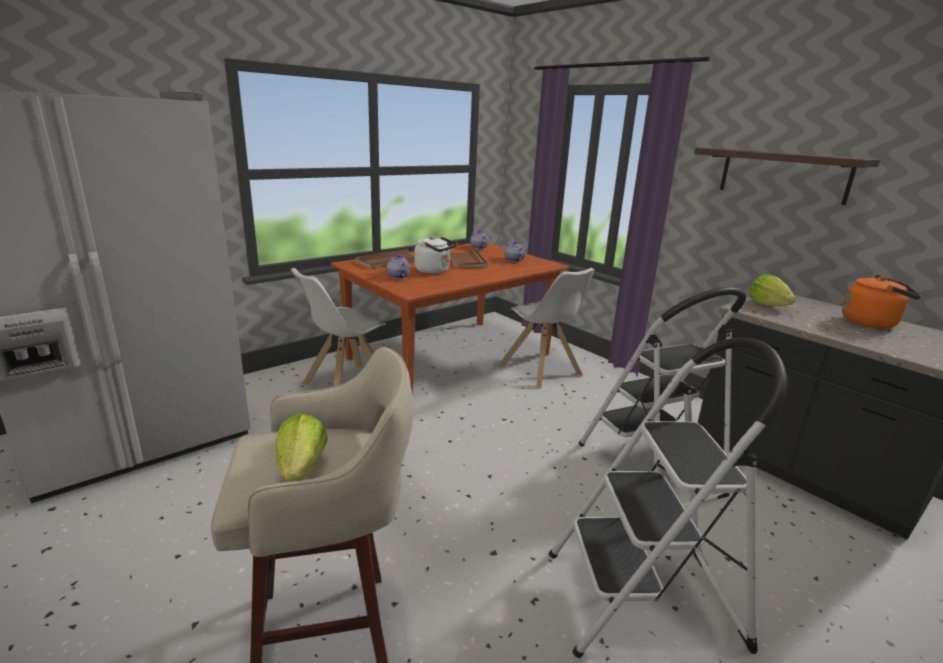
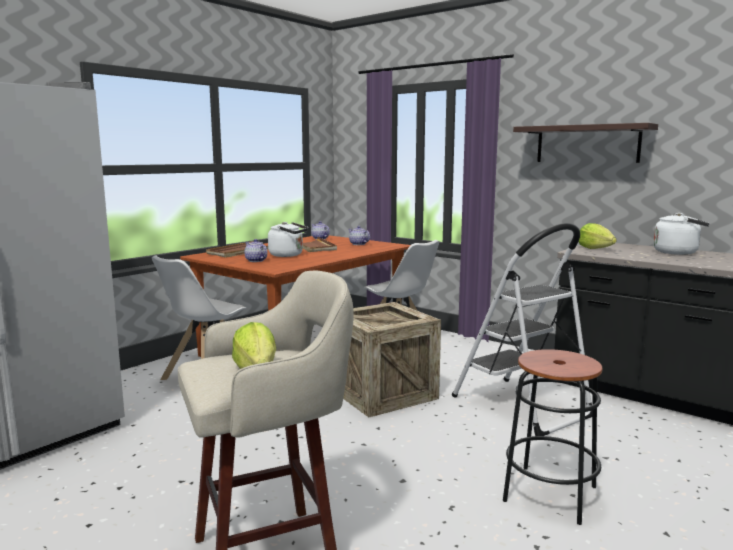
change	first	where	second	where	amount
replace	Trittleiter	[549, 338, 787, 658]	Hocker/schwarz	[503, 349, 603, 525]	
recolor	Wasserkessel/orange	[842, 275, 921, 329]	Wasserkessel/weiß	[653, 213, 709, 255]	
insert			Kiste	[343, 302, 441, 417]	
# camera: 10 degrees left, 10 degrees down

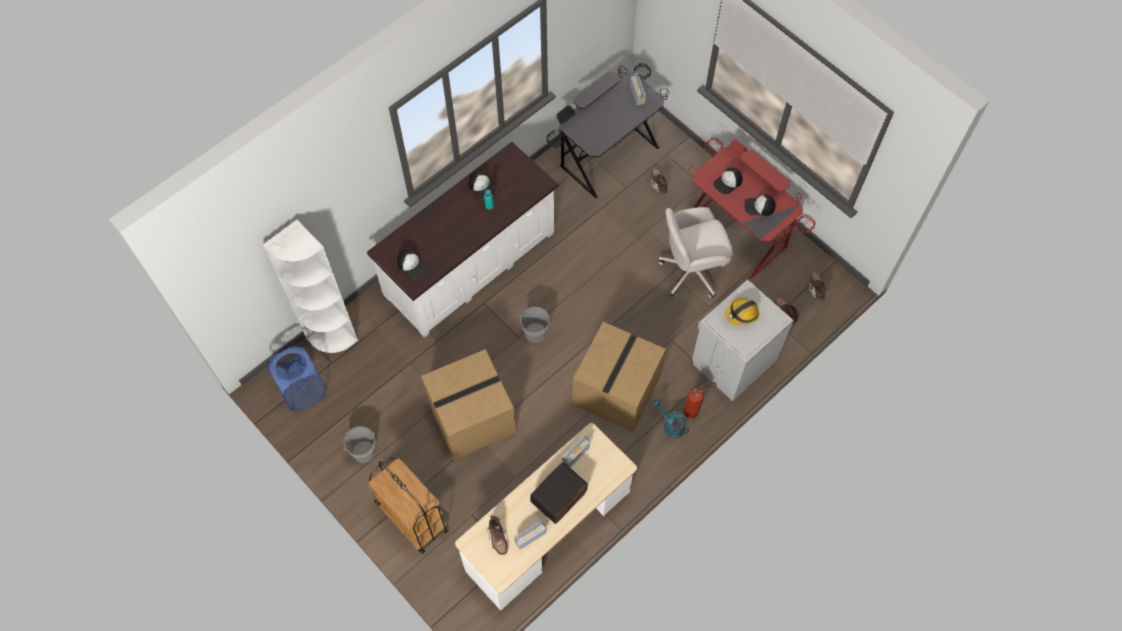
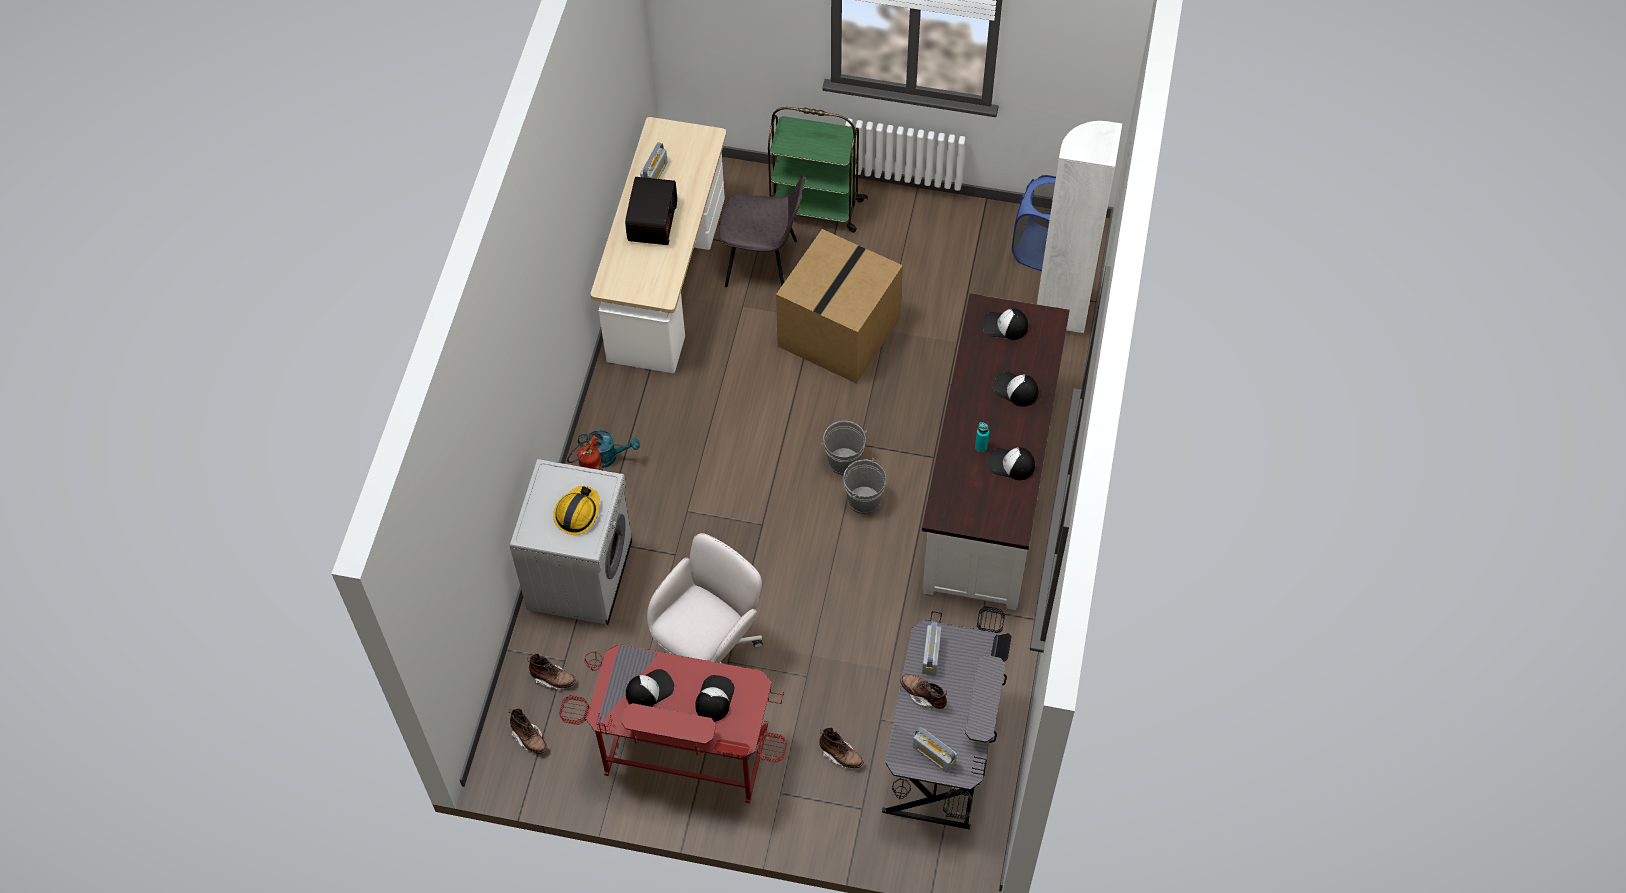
change	first	where	second	where	amount
move	Eimer/grau	[344, 426, 376, 463]		[843, 458, 886, 514]	
recolor	Rollwagen/braun	[369, 458, 448, 554]	Rollwagen/grün	[768, 107, 868, 233]	
move	Stiefel/braun	[486, 515, 508, 555]		[900, 674, 947, 709]	
move	Radio	[562, 436, 590, 467]		[922, 622, 942, 675]	
delete	Karton	[573, 322, 666, 432]			
insert			Stuhl/grau	[718, 175, 805, 287]	
insert			Kappe	[993, 372, 1038, 407]	
# camera: 145 degrees right, 5 degrees down

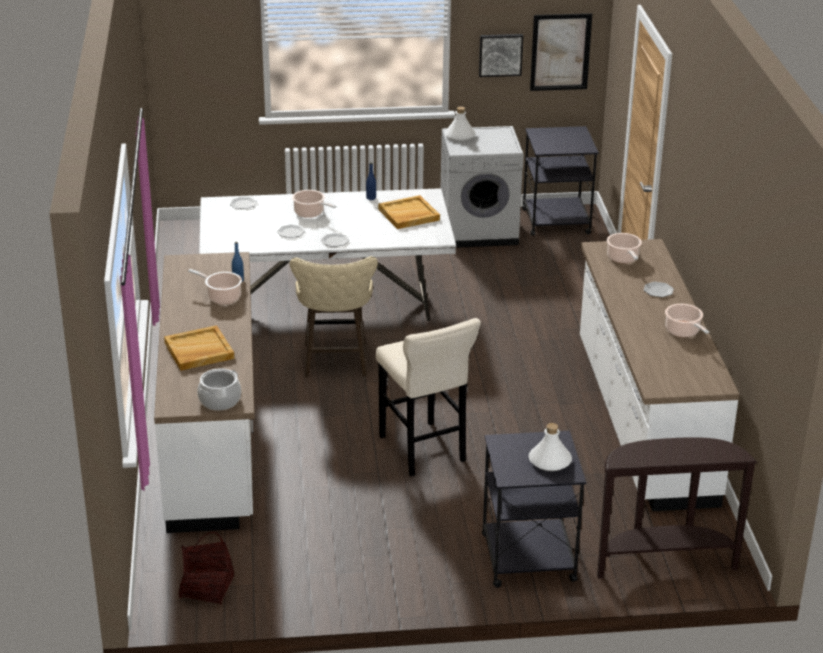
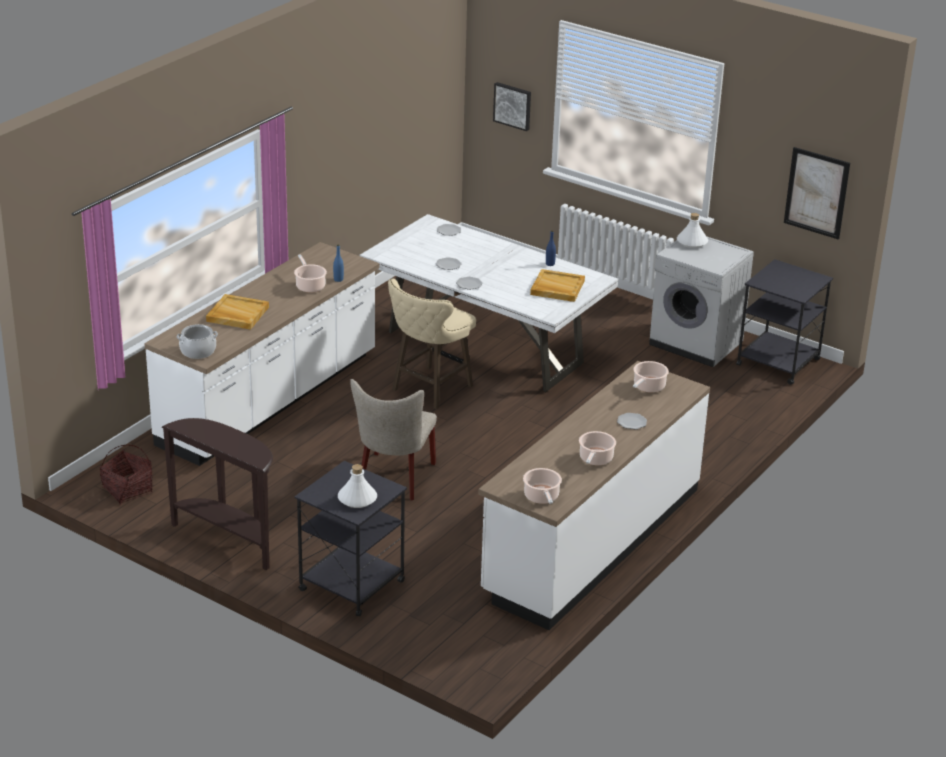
change	first	where	second	where	amount
move	Kochtopf	[292, 190, 337, 218]		[523, 468, 562, 504]	
replace	Hocker/beige	[376, 318, 481, 476]	Stuhl/beige	[350, 379, 437, 501]	
move	Bild	[479, 34, 523, 77]		[493, 82, 531, 131]	
move	Konsolentisch/braun	[597, 437, 758, 579]		[162, 418, 273, 570]	
# camera: 40 degrees right, 0 degrees up

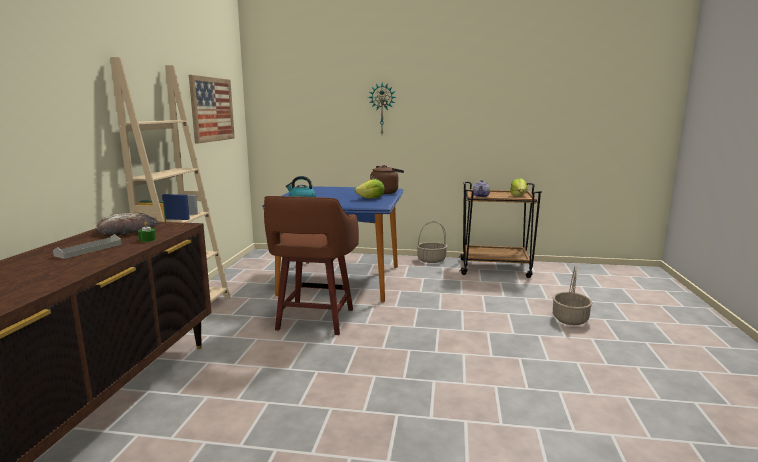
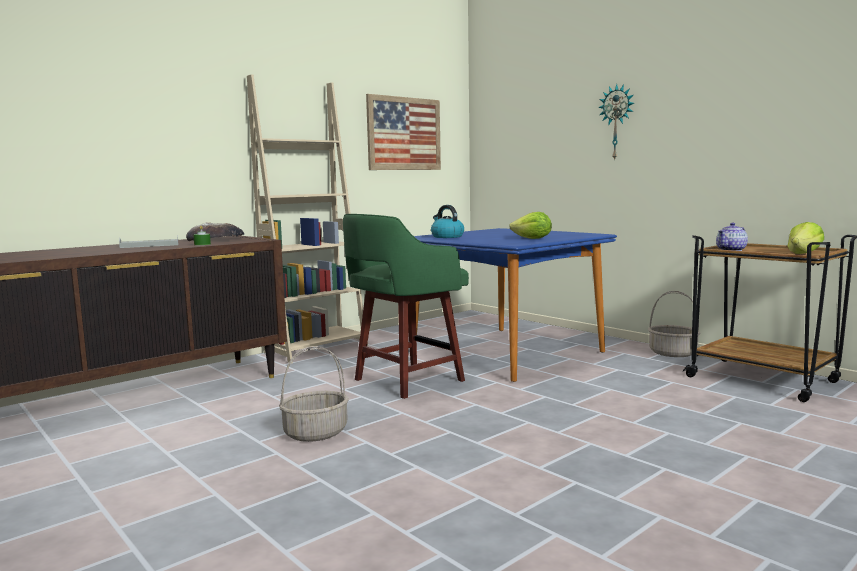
change	first	where	second	where	amount
recolor	Hocker/braun	[264, 196, 359, 335]	Hocker/grün	[343, 214, 469, 399]	
delete	Wasserkessel/braun	[370, 165, 404, 194]			
move	Korb	[553, 266, 592, 325]		[279, 346, 349, 442]	
# camera: 40 degrees right, 5 degrees down

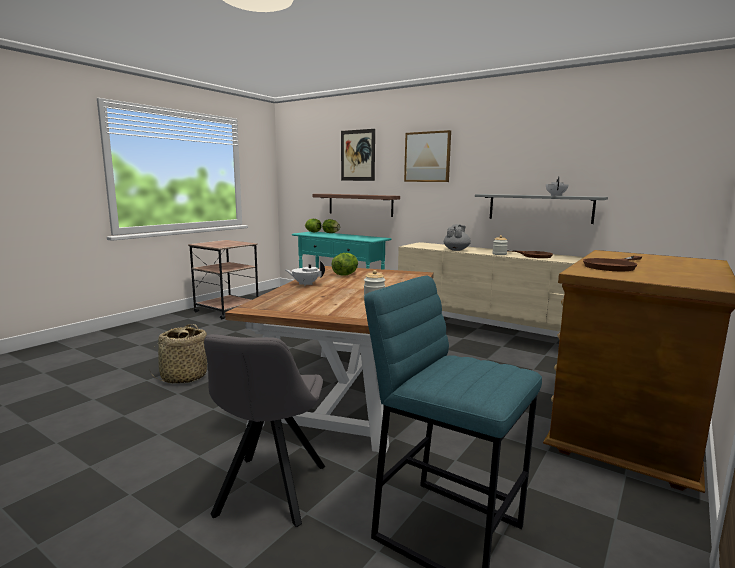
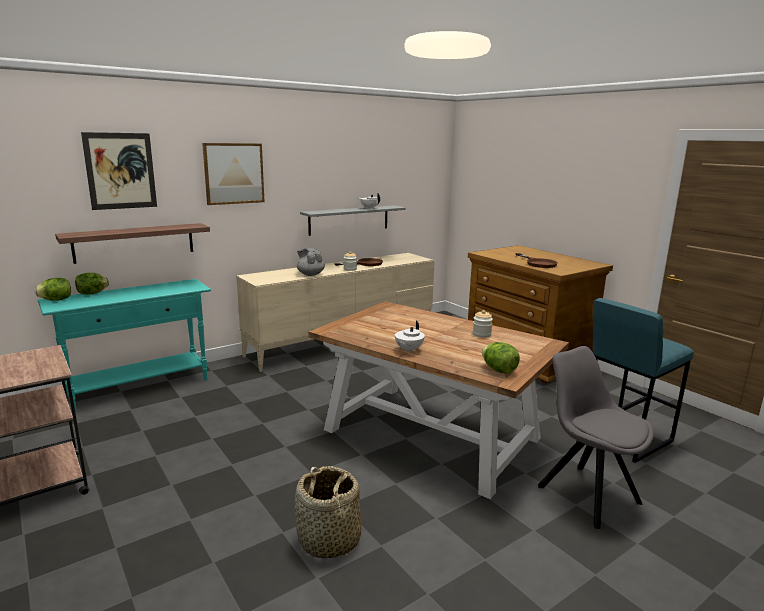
change	first	where	second	where	amount
rotate	Stuhl/grau	[204, 334, 325, 527]		[538, 346, 654, 529]	150 degrees counterclockwise
move	Salatkopf	[332, 253, 358, 276]		[482, 342, 520, 374]	
# camera: 70 degrees left, 5 degrees up

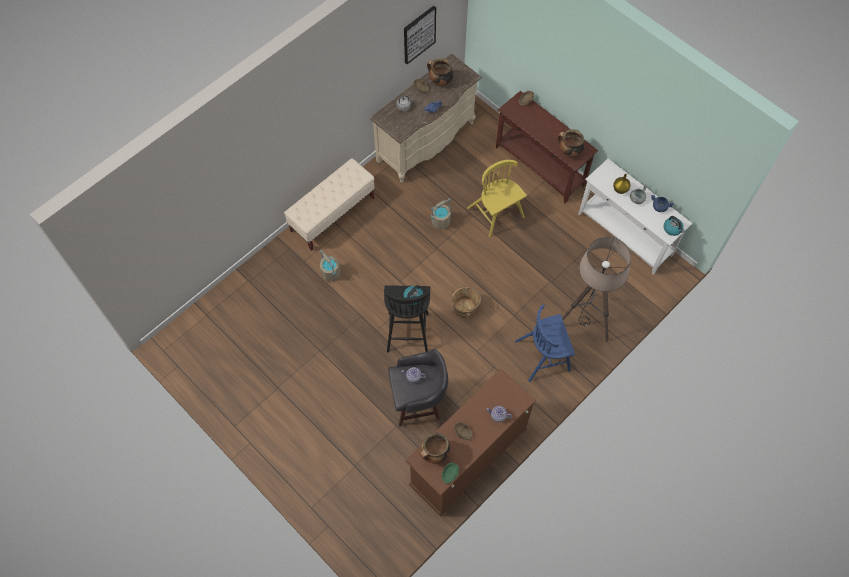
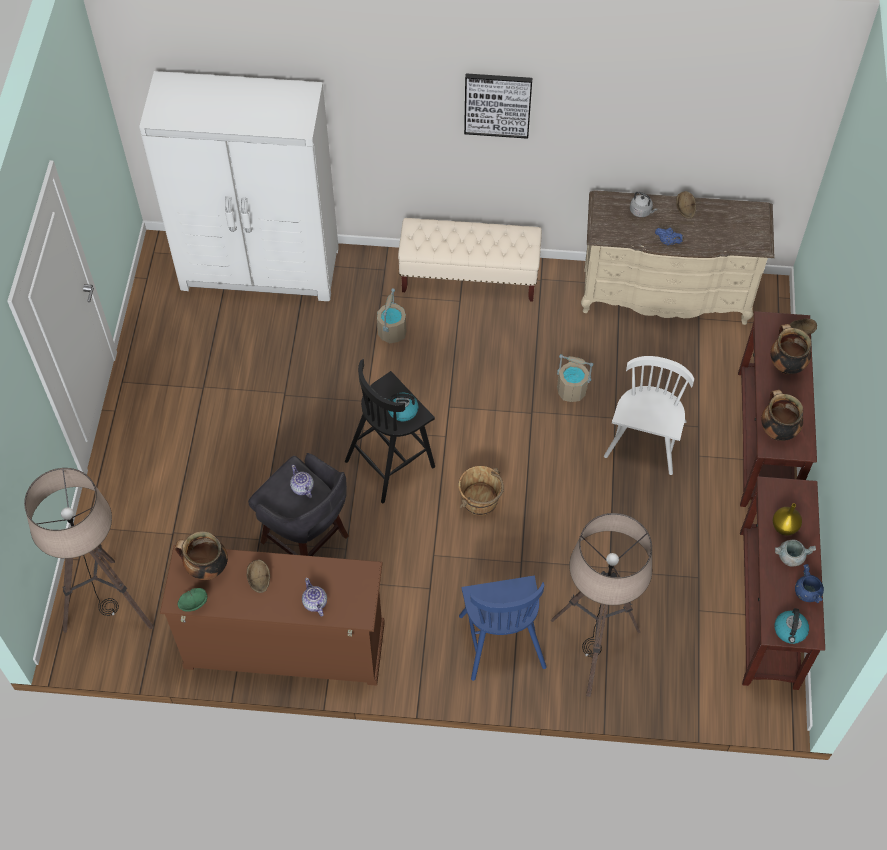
change	first	where	second	where	amount
move	Bild	[404, 6, 436, 64]		[464, 73, 532, 139]	
move	Kochtopf	[427, 58, 453, 87]		[770, 324, 811, 374]	
recolor	Stuhl/gelb	[467, 160, 527, 237]	Stuhl/weiß	[604, 356, 694, 475]	
rotate	Stuhl/blau	[515, 304, 575, 382]		[459, 576, 547, 681]	135 degrees counterclockwise
recolor	Konsolentisch/weiß	[578, 159, 692, 275]	Konsolentisch/braun	[740, 476, 825, 690]	
insert			Stehlampe	[24, 468, 153, 633]	
insert			Schrank/weiß	[139, 71, 339, 301]	
# camera: 50 degrees right, 5 degrees down

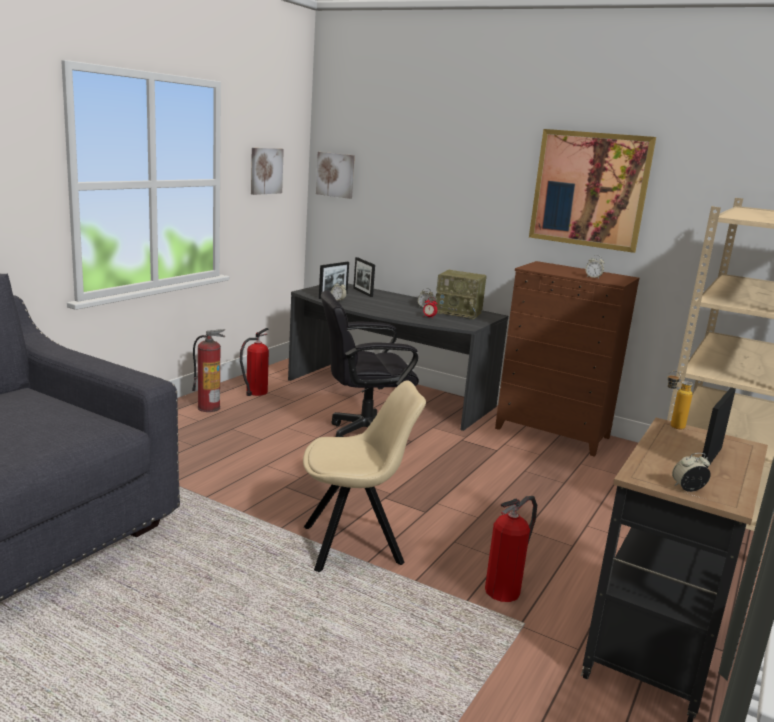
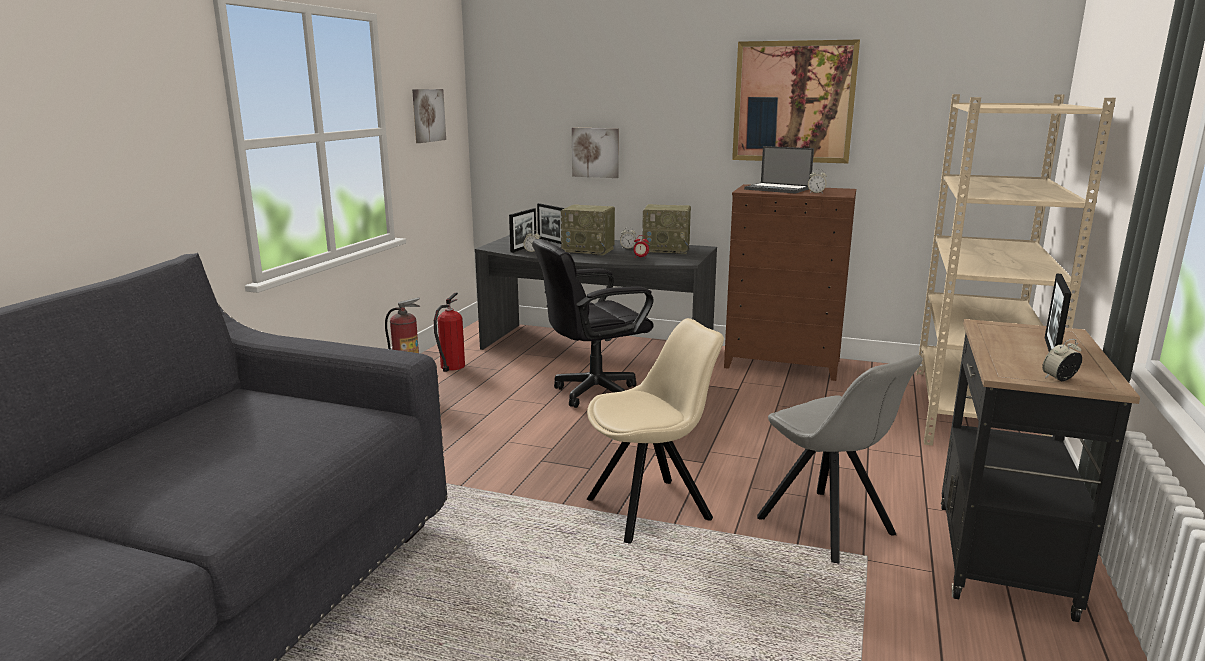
change	first	where	second	where	amount
move	Bild	[316, 152, 355, 199]		[572, 128, 619, 178]	
replace	Feuerlöscher	[485, 496, 537, 602]	Stuhl/grau	[757, 354, 922, 563]	
delete	Flasche	[667, 371, 693, 429]			
insert			Radio	[561, 204, 615, 256]	
insert			Laptop	[744, 146, 814, 194]	
# camera: 10 degrees left, 0 degrees up

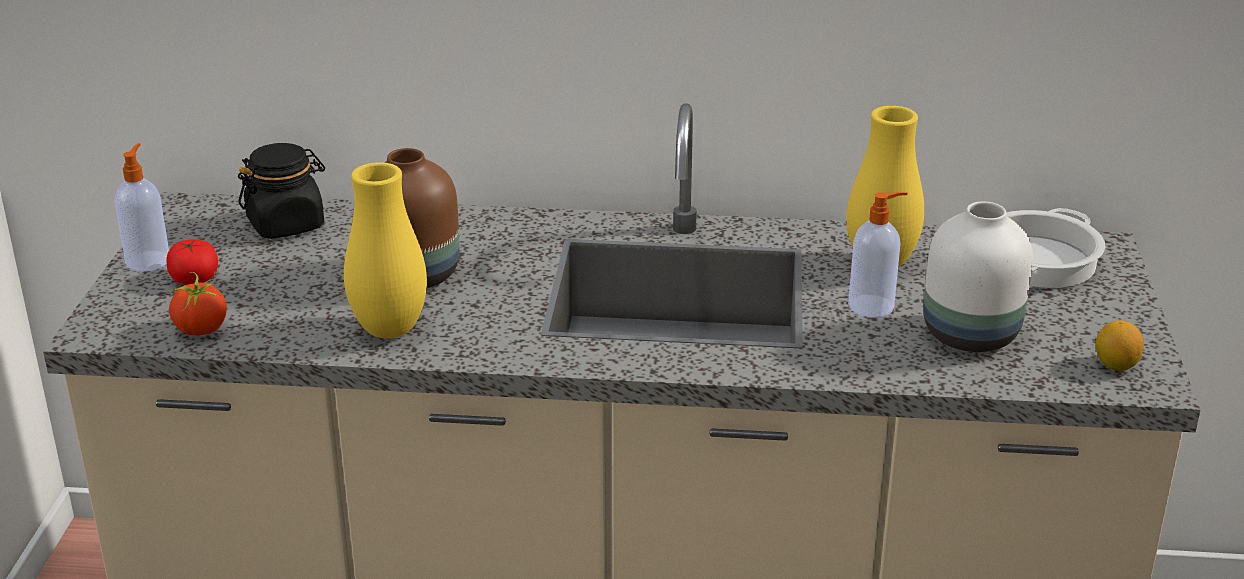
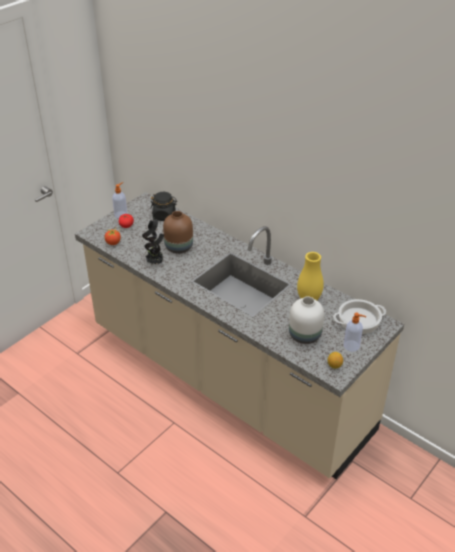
change	first	where	second	where	amount
replace	Vase/gelb	[344, 162, 427, 339]	Topfpflanze	[142, 218, 164, 264]	
move	Seifenspender	[848, 192, 908, 318]		[344, 313, 366, 351]	
# camera: 35 degrees right, 10 degrees up

